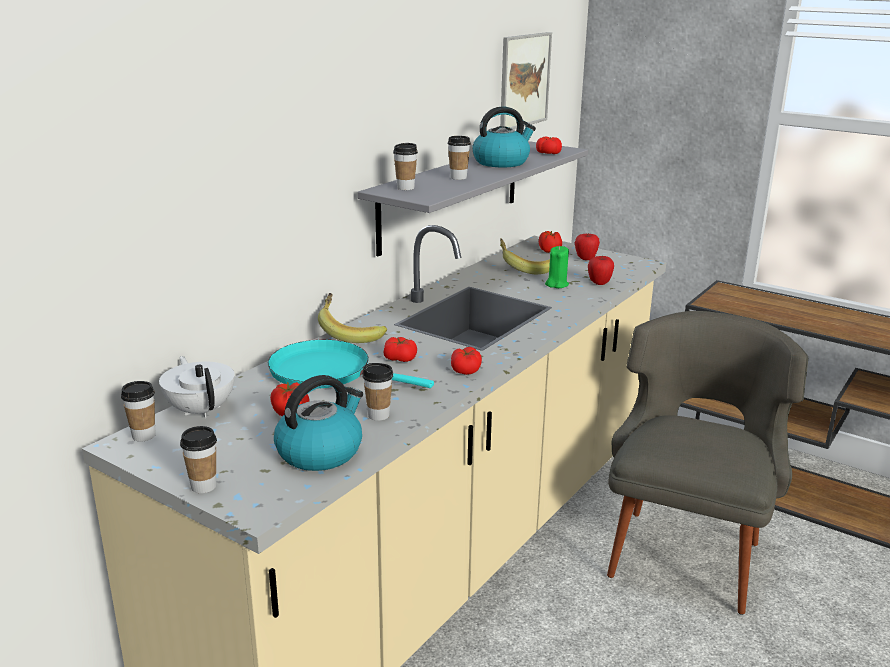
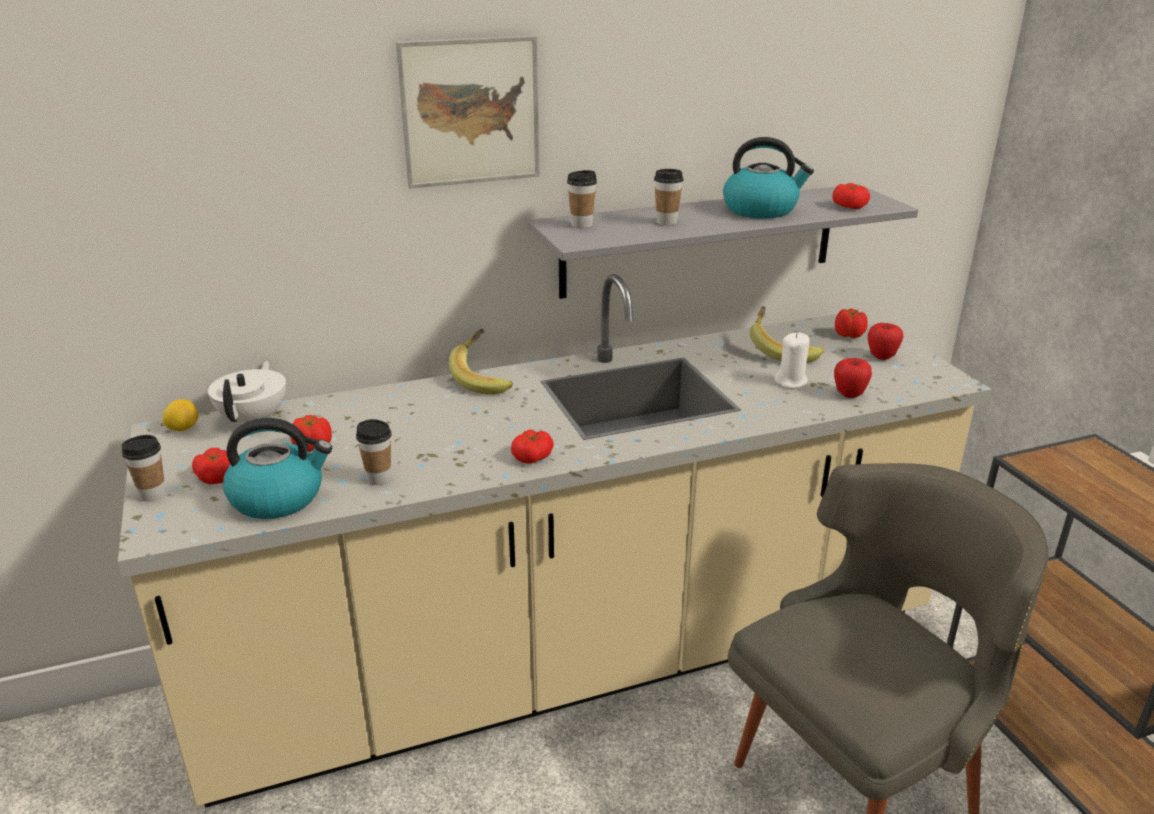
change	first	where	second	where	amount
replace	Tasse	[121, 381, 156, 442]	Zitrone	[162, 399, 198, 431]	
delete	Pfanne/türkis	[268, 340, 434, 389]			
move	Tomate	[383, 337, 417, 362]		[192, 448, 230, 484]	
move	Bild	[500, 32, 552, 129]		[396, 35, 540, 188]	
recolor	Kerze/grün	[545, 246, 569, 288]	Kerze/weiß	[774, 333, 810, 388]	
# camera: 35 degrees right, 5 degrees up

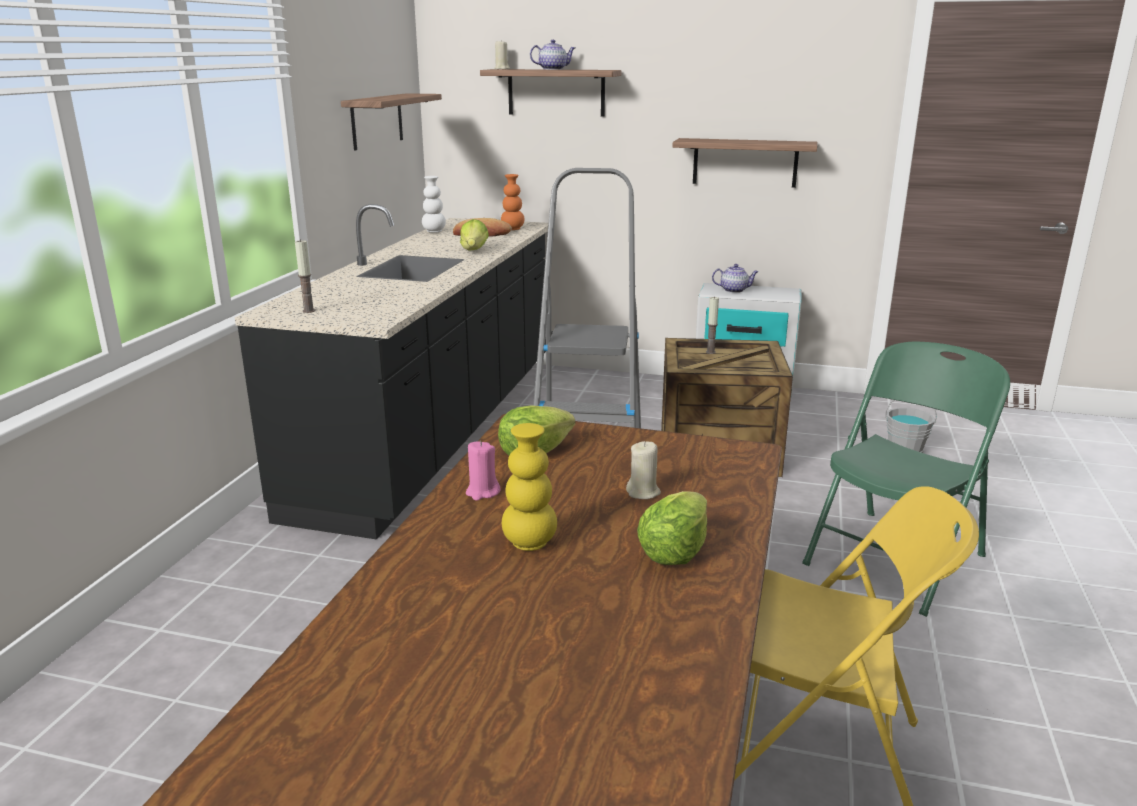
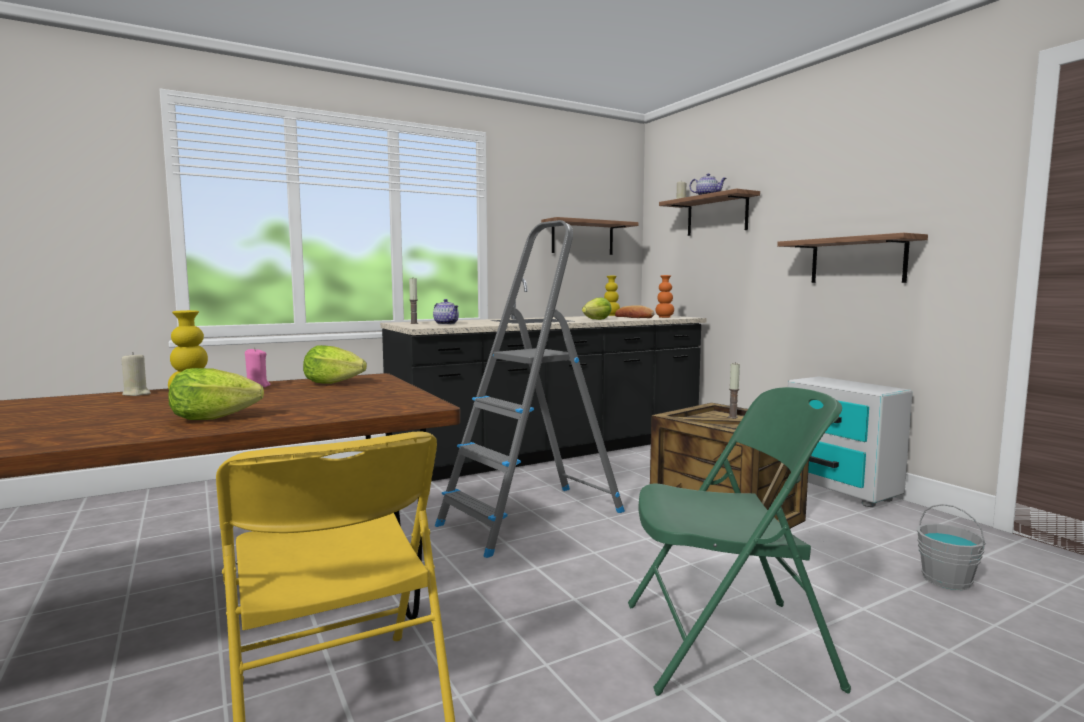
change	first	where	second	where	amount
recolor	Vase/weiß	[422, 176, 446, 233]	Vase/gelb	[604, 276, 620, 316]	
move	Kerze/beige	[626, 441, 661, 499]		[121, 352, 151, 396]	
move	Teekanne	[712, 264, 759, 293]		[433, 299, 459, 325]	
# camera: 45 degrees right, 15 degrees down

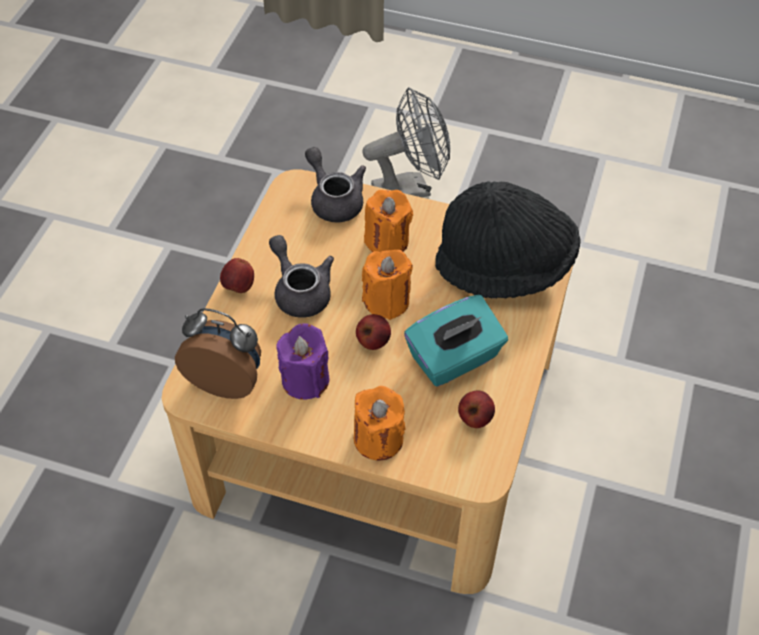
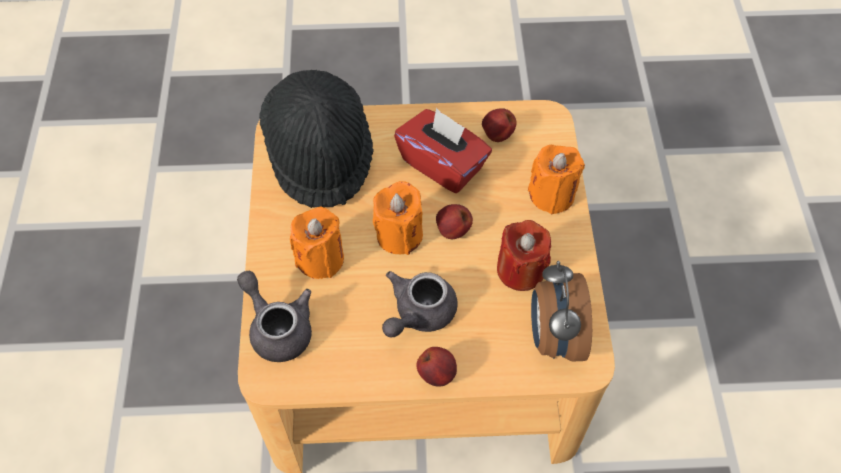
change	first	where	second	where	amount
recolor	Kerze/lila	[276, 323, 330, 400]	Kerze/rot	[497, 220, 551, 291]	
rotate	Teekanne/grau	[305, 147, 366, 222]		[237, 271, 312, 362]	105 degrees clockwise
delete	Ventilator/grau	[362, 87, 450, 197]			
recolor	Taschentuchbox/türkis	[404, 295, 508, 387]	Taschentuchbox/rot	[394, 108, 492, 193]	
# camera: 110 degrees left, 5 degrees up

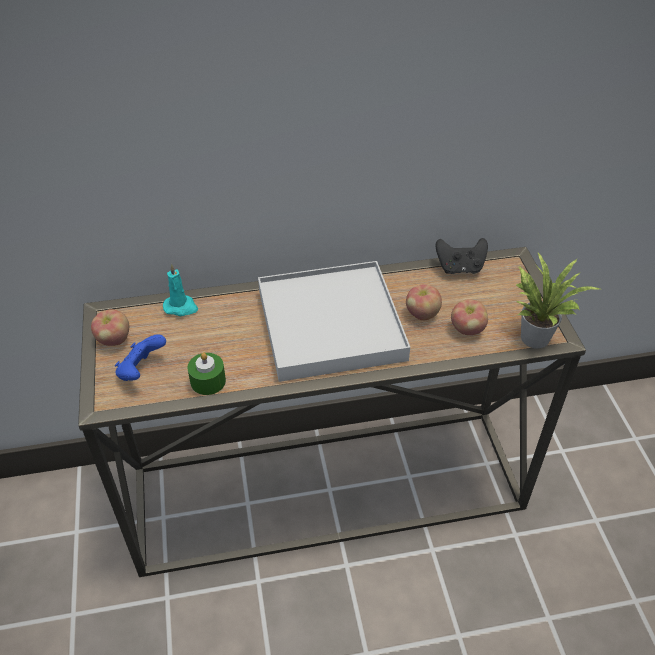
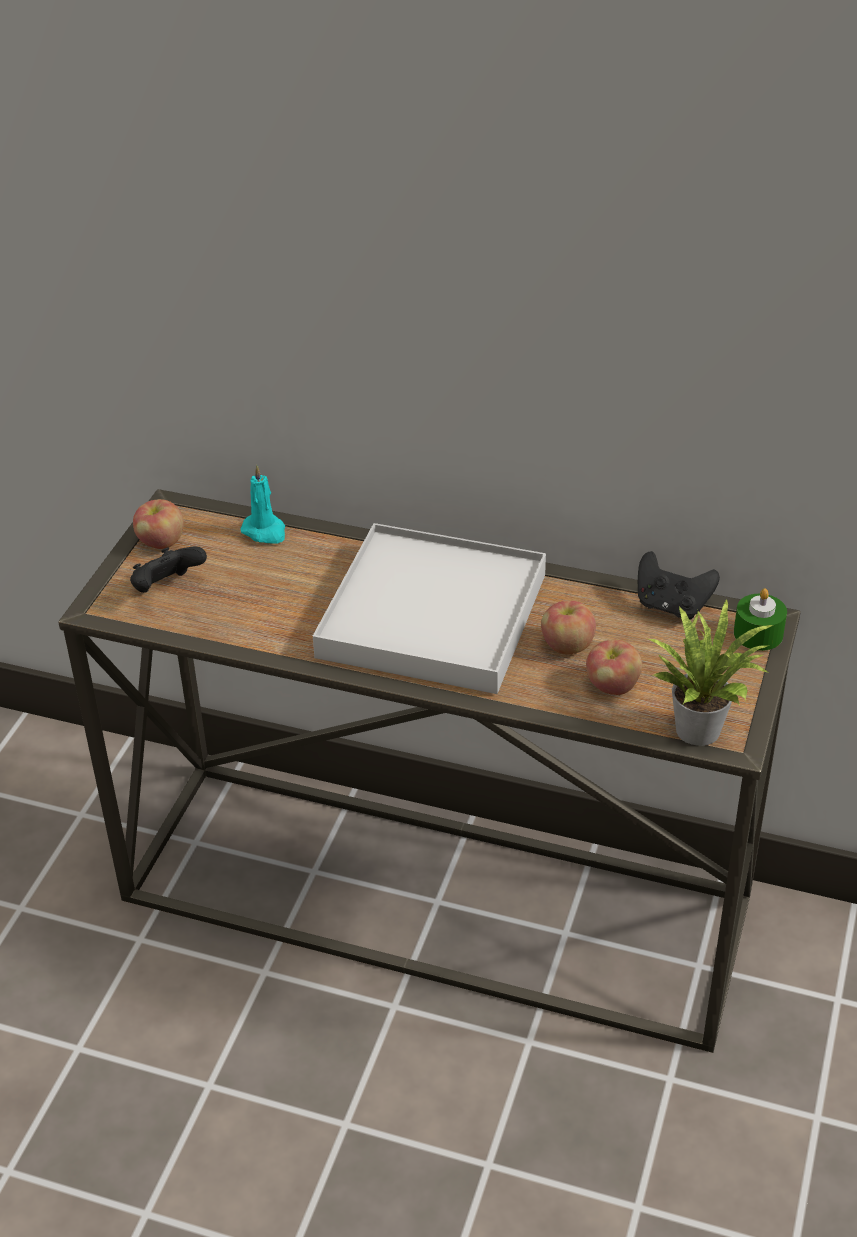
change	first	where	second	where	amount
recolor	Gamepad/blau	[115, 334, 166, 381]	Gamepad/schwarz	[130, 547, 207, 593]	
move	Kerze/grün	[187, 352, 226, 395]		[734, 588, 787, 651]	
# camera: 30 degrees right, 5 degrees down

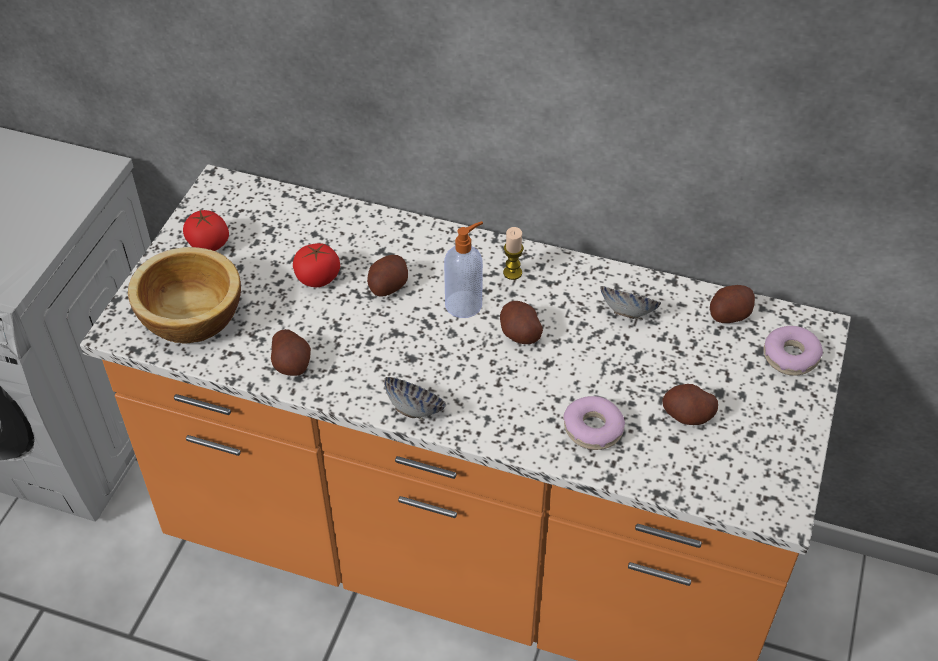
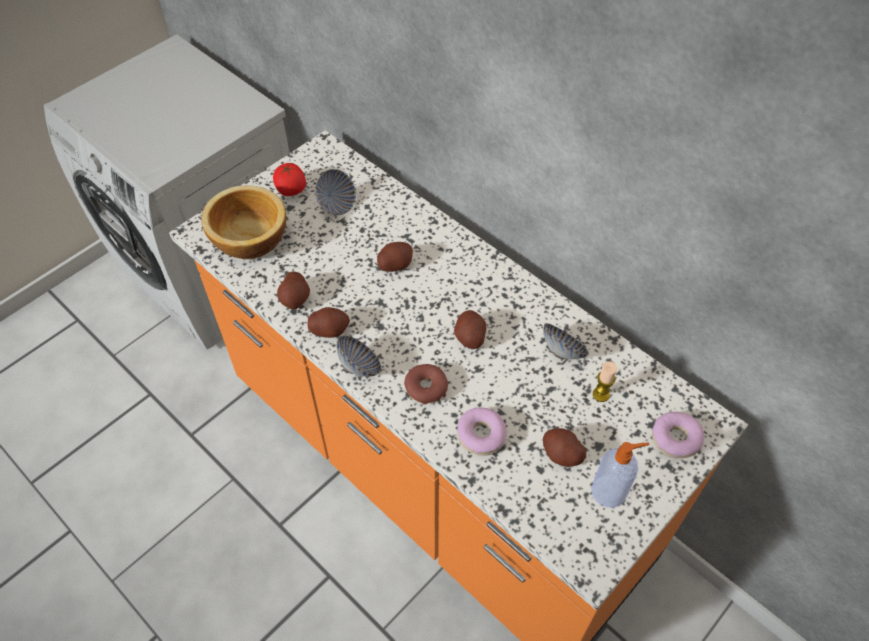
change	first	where	second	where	amount
delete	Tomate	[293, 243, 340, 287]			
move	Seifenspender	[444, 221, 483, 318]		[591, 442, 650, 508]	
move	Kerze	[503, 227, 524, 280]		[593, 361, 617, 402]	
move	Kartoffel	[710, 285, 755, 323]		[307, 307, 350, 338]	
insert			Schüssel	[315, 169, 356, 215]	
insert			Donut	[404, 364, 448, 404]	
# camera: 25 degrees right, 5 degrees up

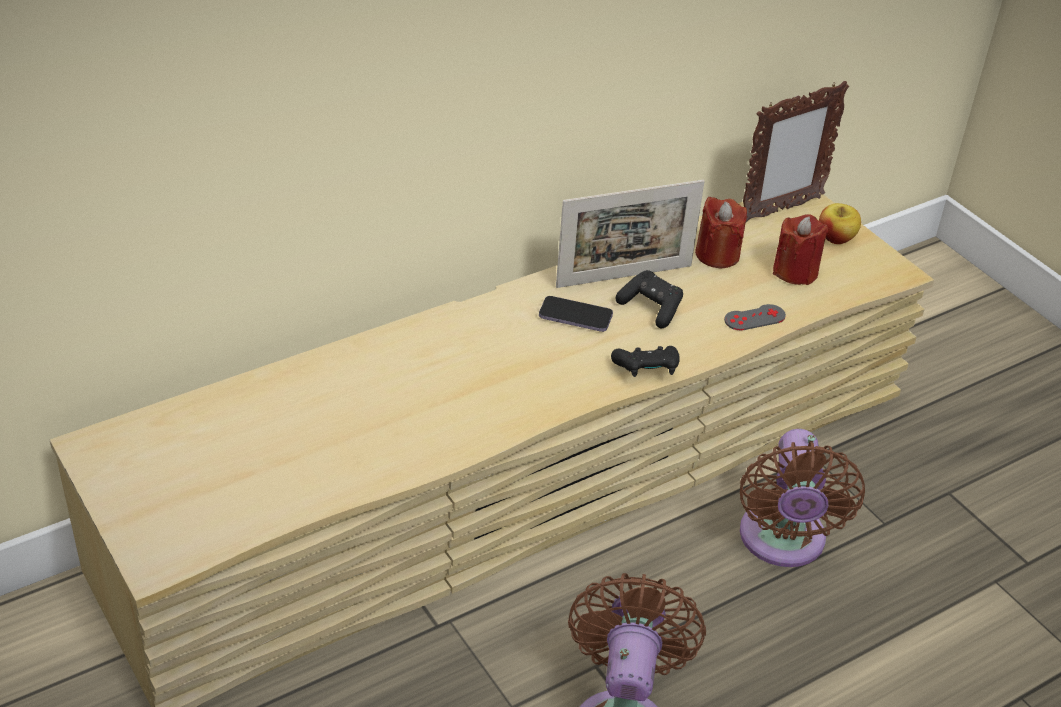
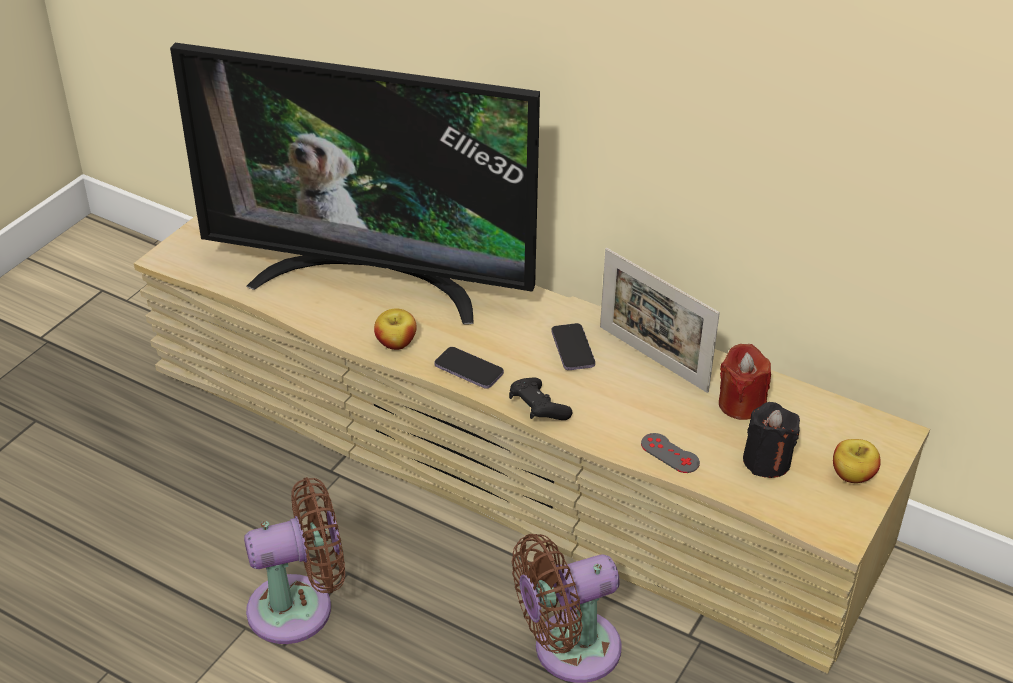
change	first	where	second	where	amount
delete	Gamepad/schwarz	[616, 270, 683, 328]			
delete	Bilderrahmen	[743, 81, 849, 222]			
recolor	Kerze/rot	[773, 214, 828, 285]	Kerze/schwarz	[743, 402, 800, 478]	
insert			Fernseher	[170, 43, 540, 324]	
insert			Apfel	[374, 308, 417, 350]	
insert			Handy	[435, 347, 504, 389]	
# camera: 65 degrees right, 0 degrees up

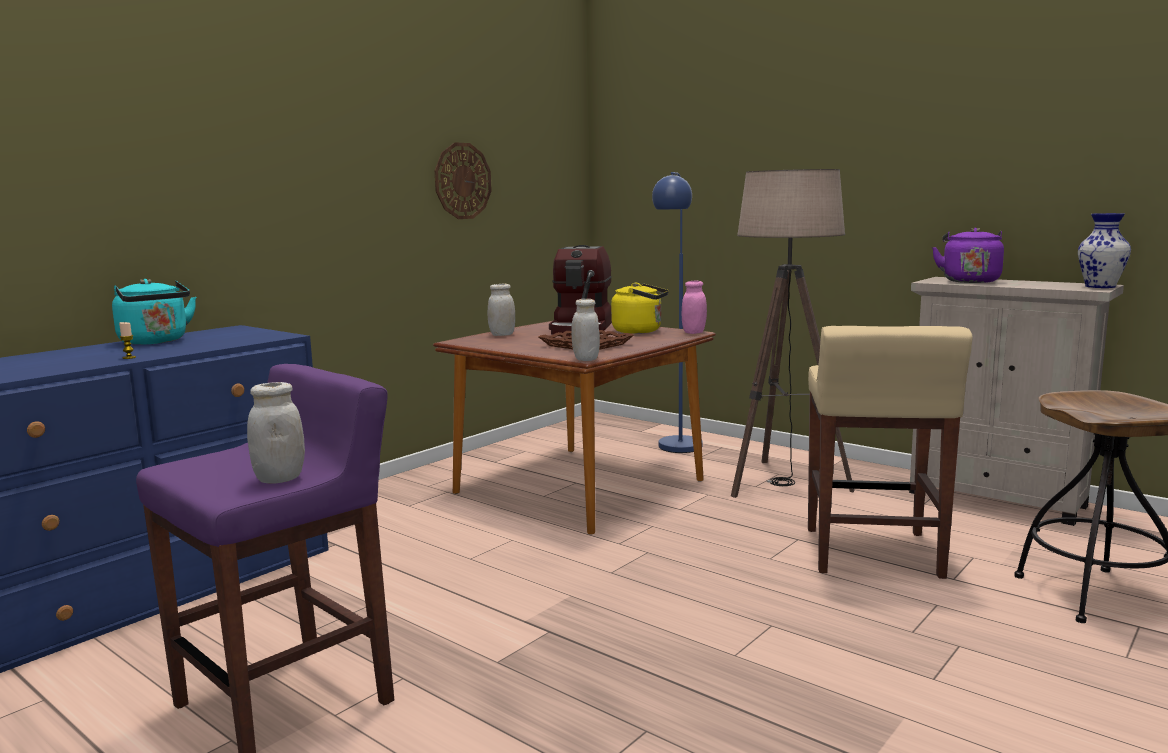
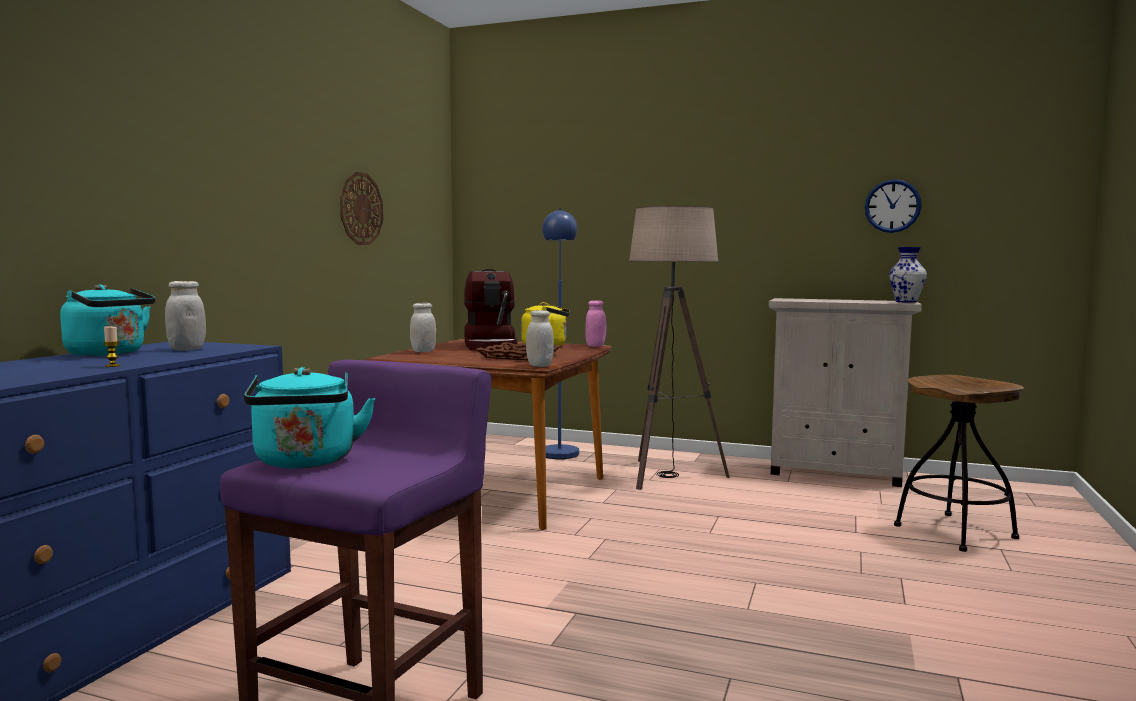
change	first	where	second	where	amount
move	Vorratsglas/weiß	[247, 382, 305, 483]		[165, 281, 206, 351]	
delete	Hocker/beige	[808, 326, 972, 579]			
delete	Wasserkessel/lila	[932, 228, 1004, 283]			
insert			Wasserkessel/türkis	[244, 367, 375, 468]	
insert			Wanduhr	[865, 179, 922, 233]	
# camera: 20 degrees left, 5 degrees down

